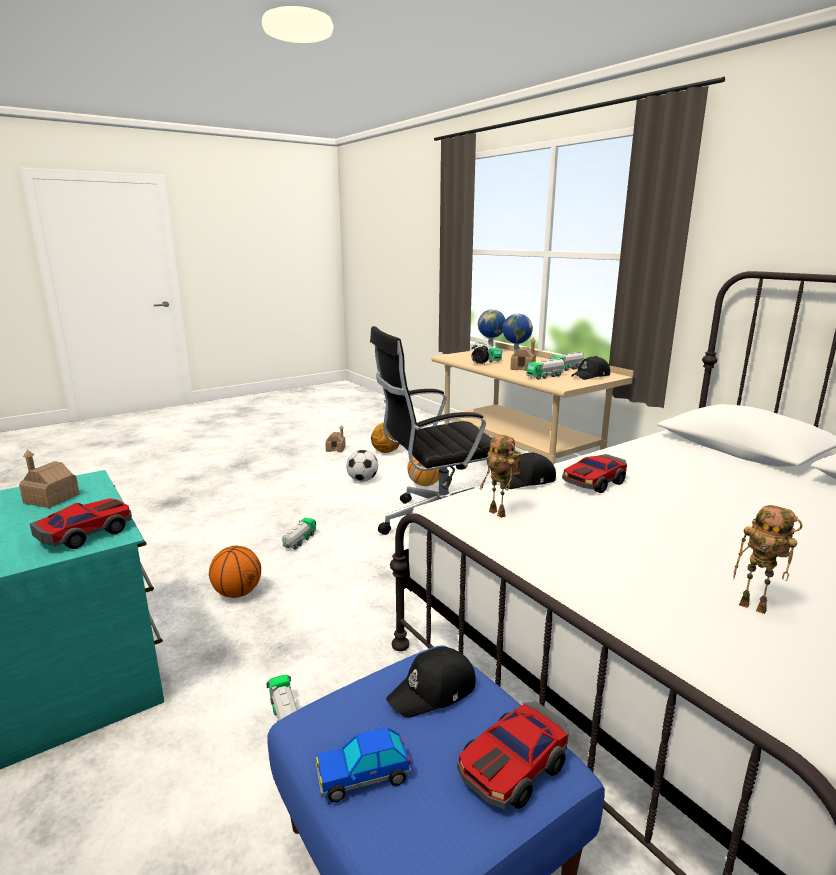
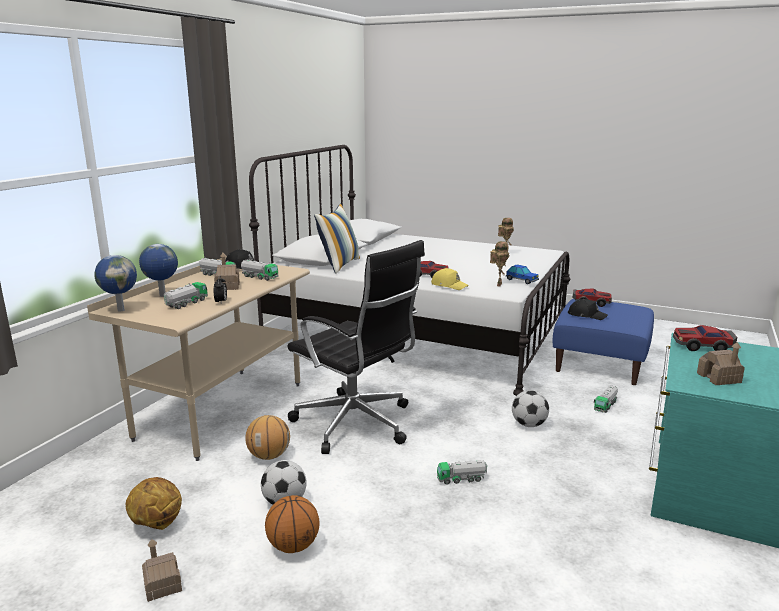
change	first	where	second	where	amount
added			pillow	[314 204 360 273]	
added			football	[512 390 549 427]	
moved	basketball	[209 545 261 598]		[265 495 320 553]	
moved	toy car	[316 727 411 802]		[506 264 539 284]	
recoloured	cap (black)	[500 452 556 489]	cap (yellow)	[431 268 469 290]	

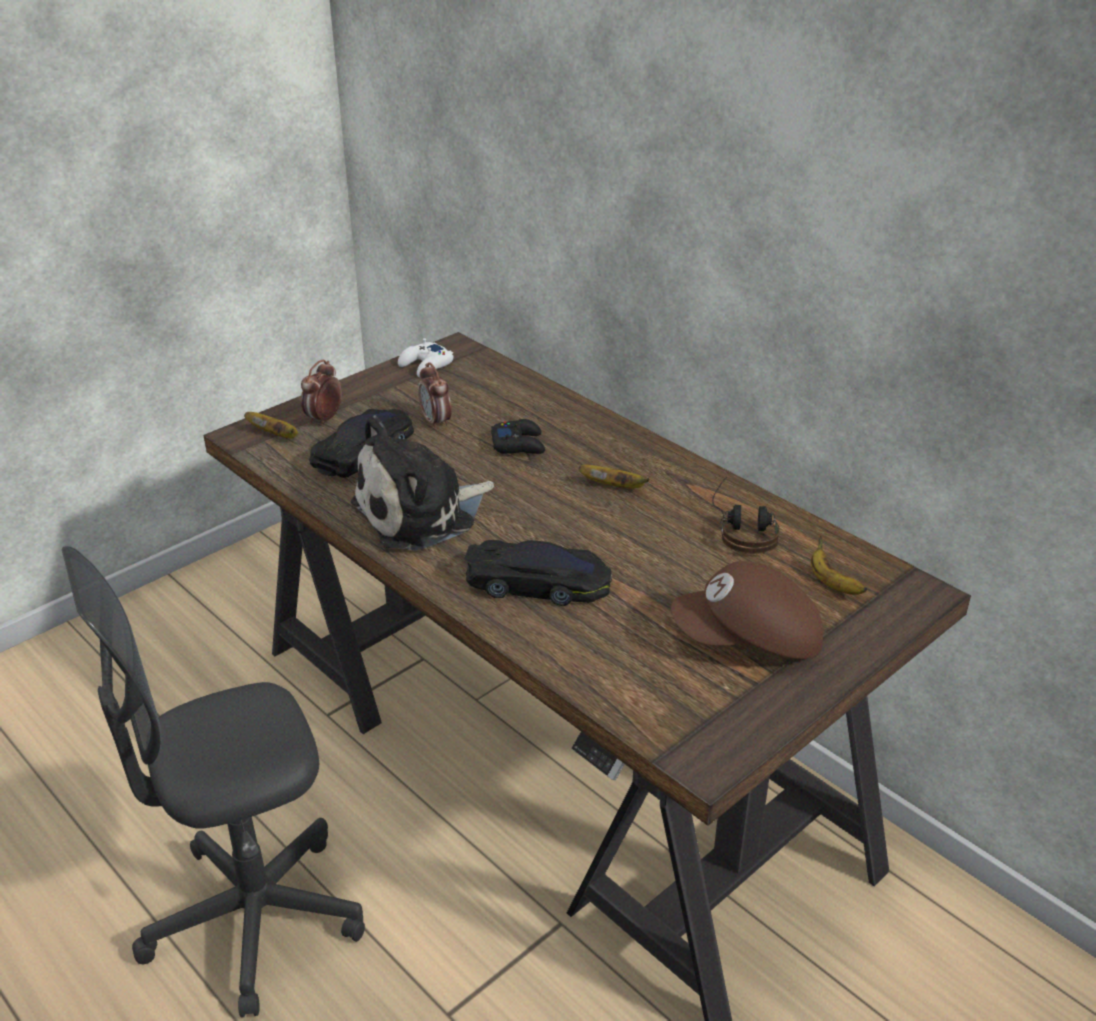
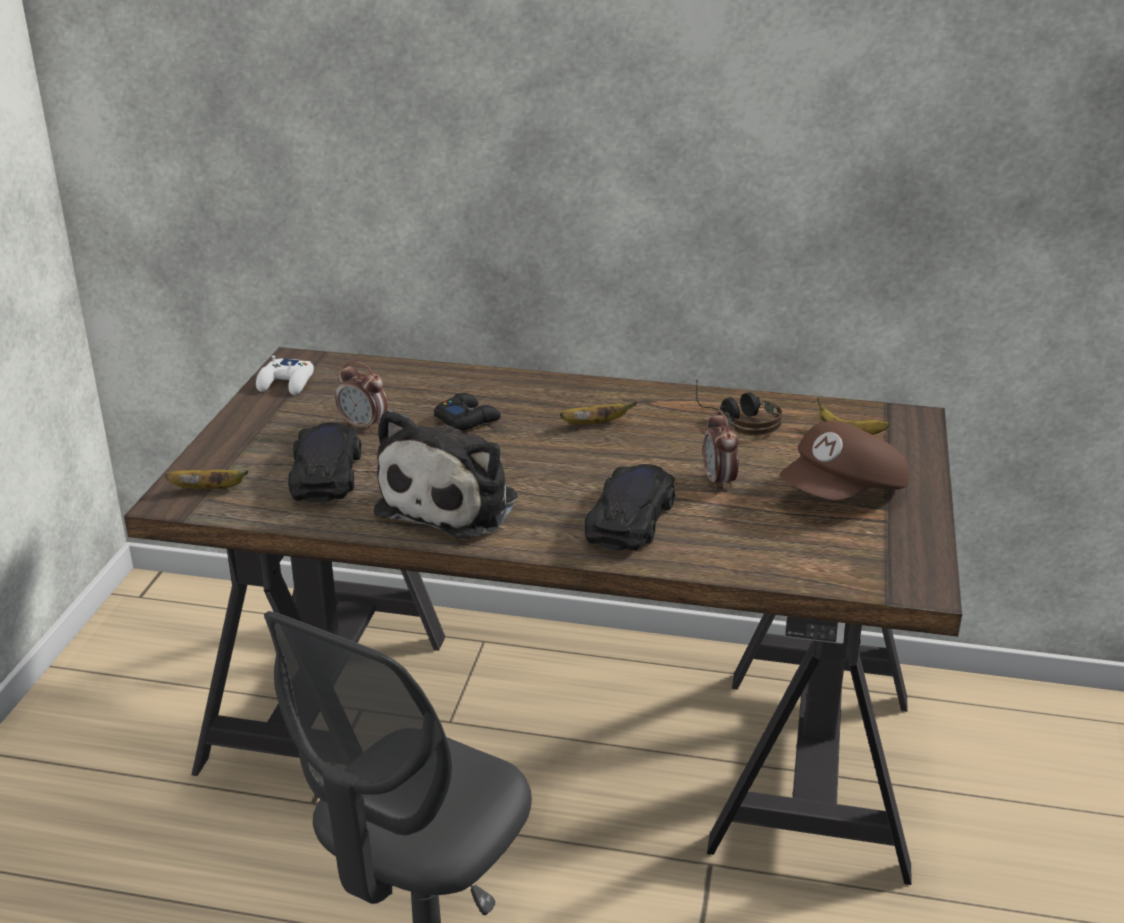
change	first	where	second	where	amount
moved	alarm clock	[301 360 342 426]		[703 410 739 491]	
turned	toy car (black)	[465 540 612 606]		[585 464 675 551]	45 degrees counterclockwise

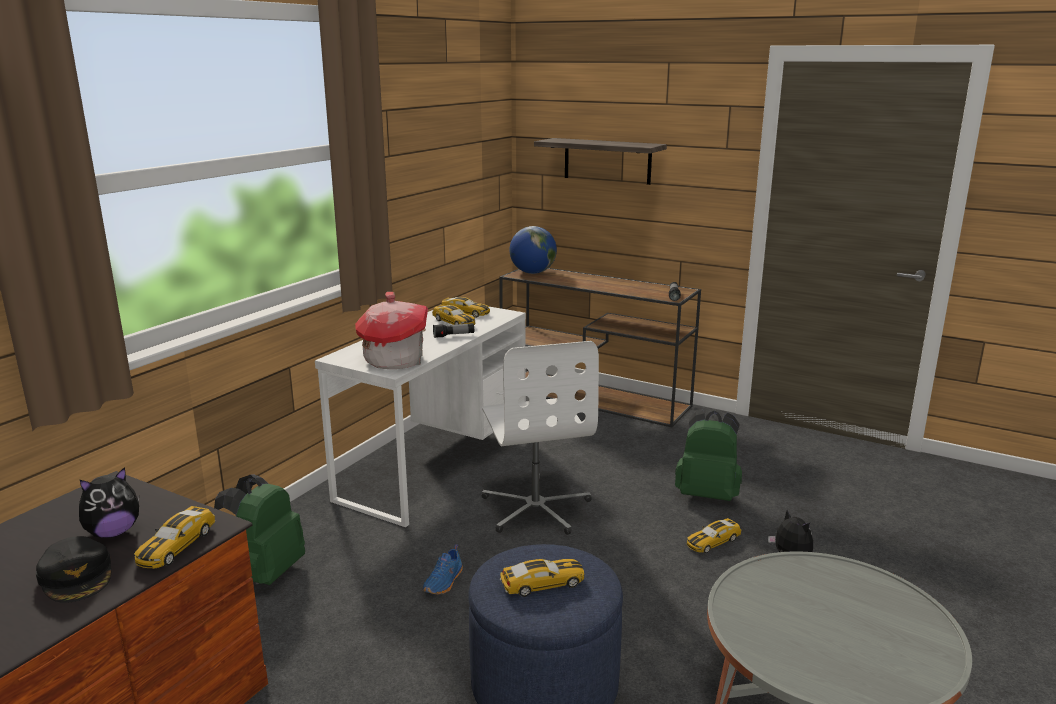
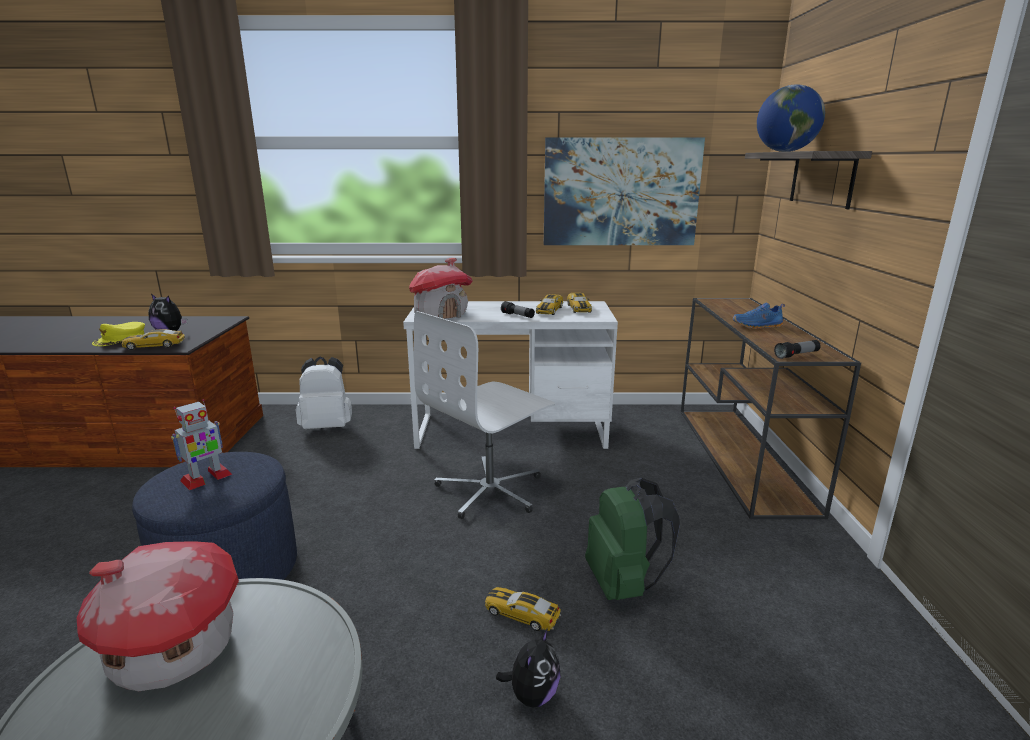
change	first	where	second	where	amount
added			toy house	[77 541 239 691]	
added			picture	[544 137 705 245]	
moved	shoe (blue)	[423 544 463 594]		[733 302 785 329]	
moved	globe	[509 226 557 274]		[757 84 825 152]	
replaced	toy car	[500 558 584 597]	toy robot	[171 399 233 490]	
recoloured	cap (black)	[36 536 111 603]	cap (yellow)	[92 322 145 346]	
recoloured	backpack (green)	[214 475 305 585]	backpack (white)	[296 357 352 429]	

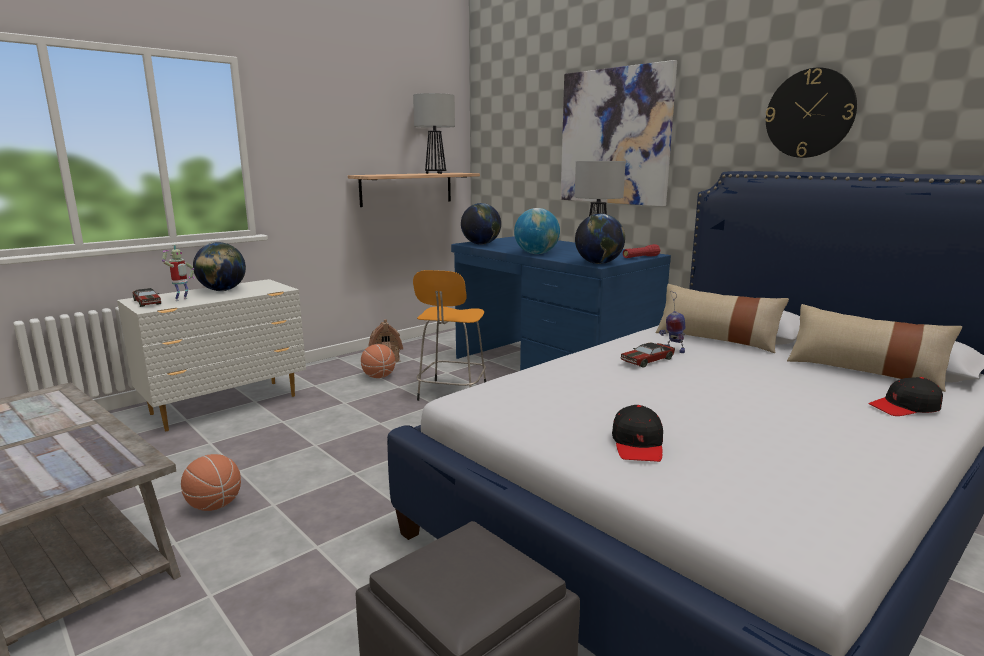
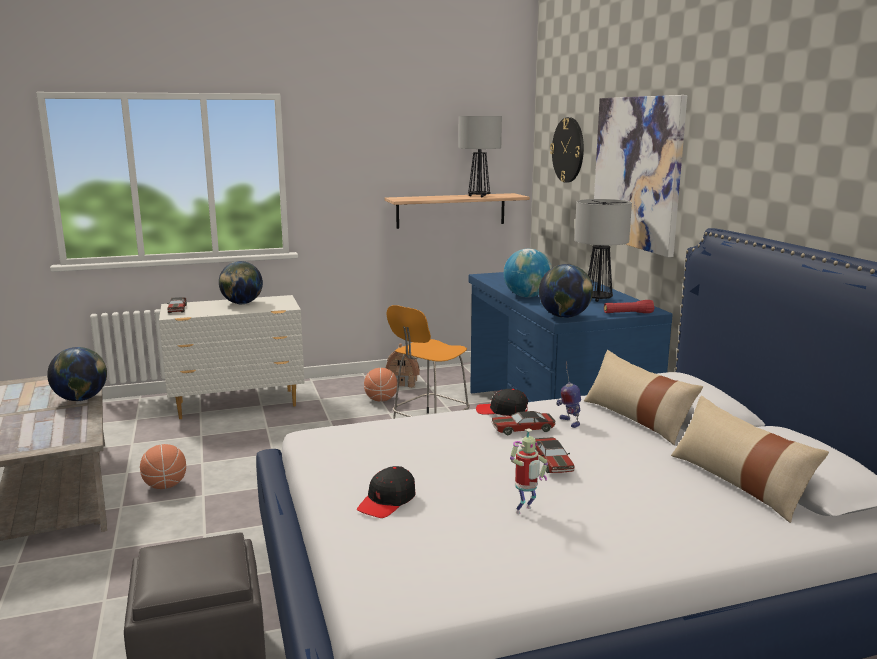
change	first	where	second	where	amount
added			toy car	[535 437 575 473]	
moved	toy robot	[162 244 194 301]		[510 428 548 514]	
moved	globe	[461 203 501 245]		[47 347 107 401]	
moved	wall clock	[765 68 857 158]		[550 117 584 183]	
moved	cap (black)	[868 377 943 416]		[476 389 528 416]	

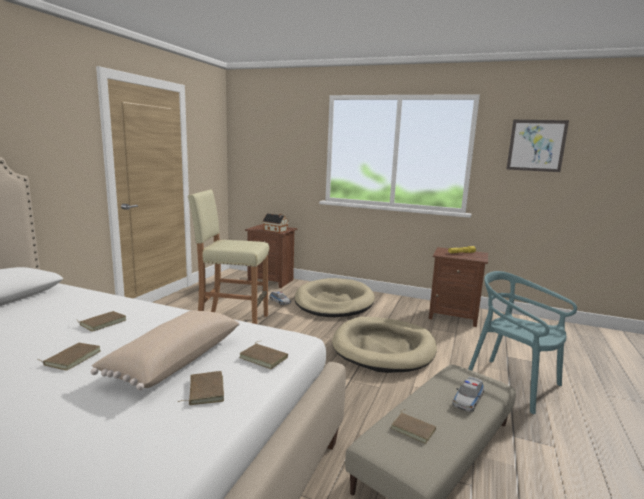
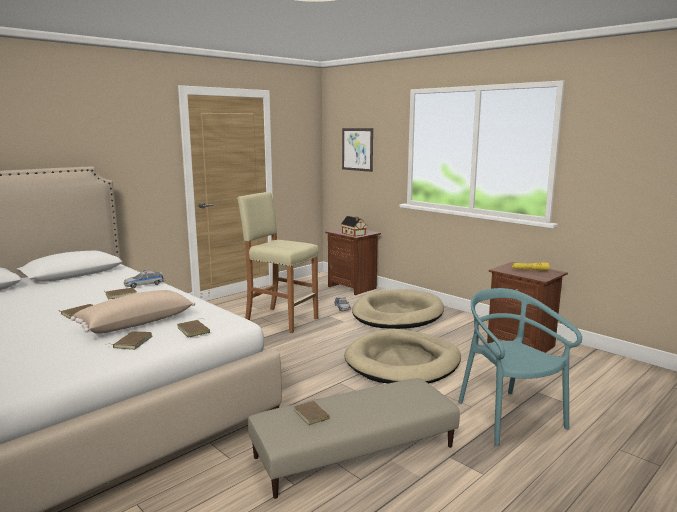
change	first	where	second	where	amount
moved	toy car	[452 377 484 412]		[124 270 165 288]	
moved	picture	[507 120 569 172]		[342 128 373 172]	

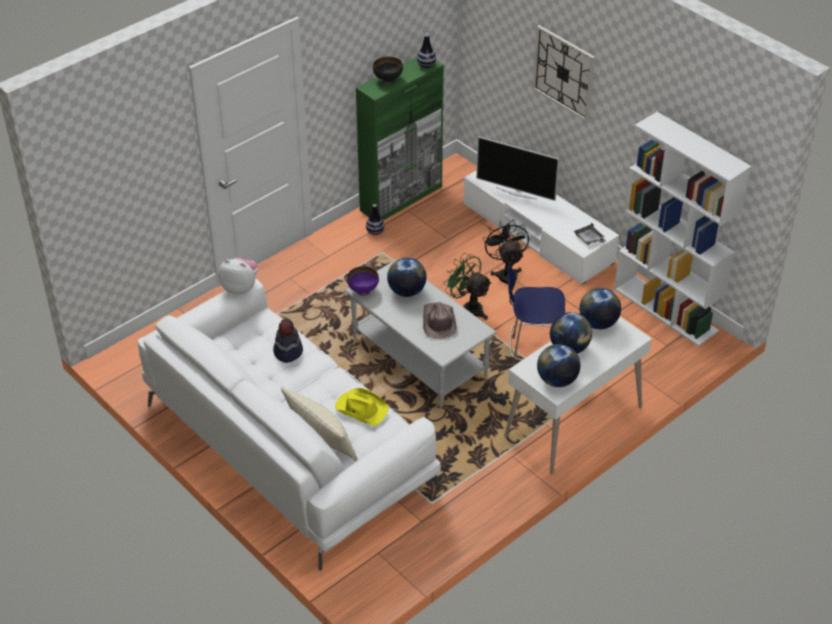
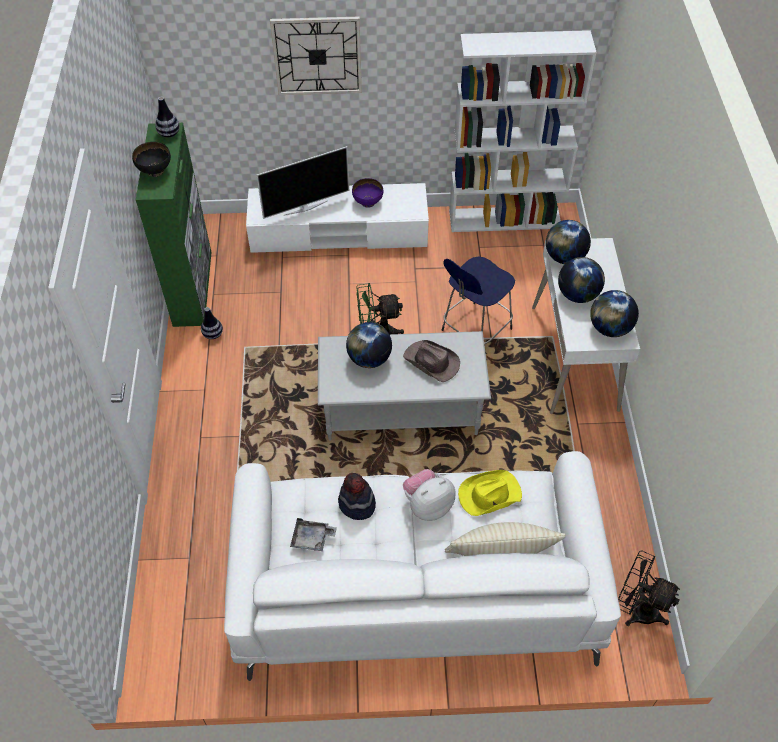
change	first	where	second	where	amount
moved	plush toy	[218 257 258 294]		[403 469 456 521]	
moved	bowl (purple)	[347 266 379 296]		[352 178 383 208]	
moved	fan (black)	[483 219 529 284]		[618 550 680 626]	
moved	tray (grey)	[574 223 606 245]		[290 518 337 551]	

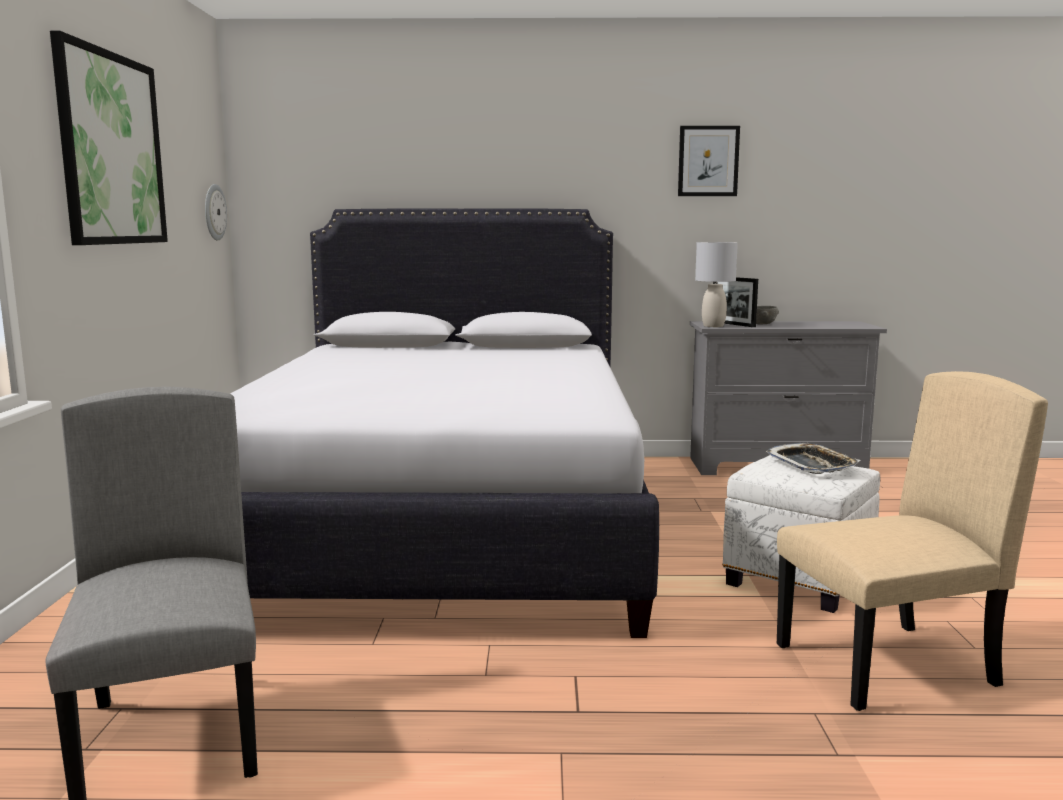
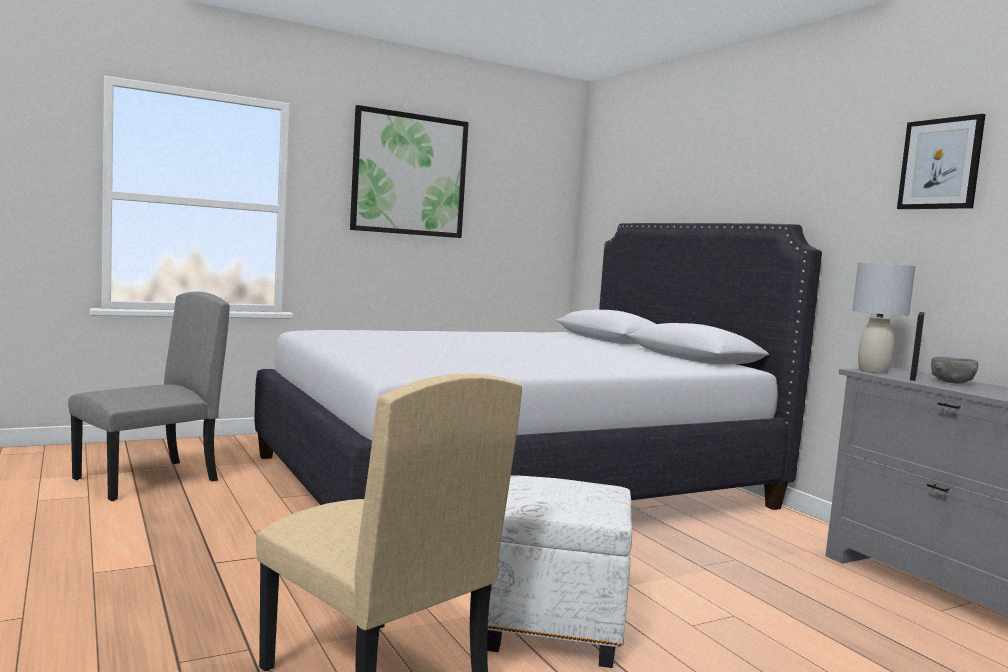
change	first	where	second	where	amount
removed	wall clock	[205 184 227 241]			
removed	tray	[766 443 860 474]			

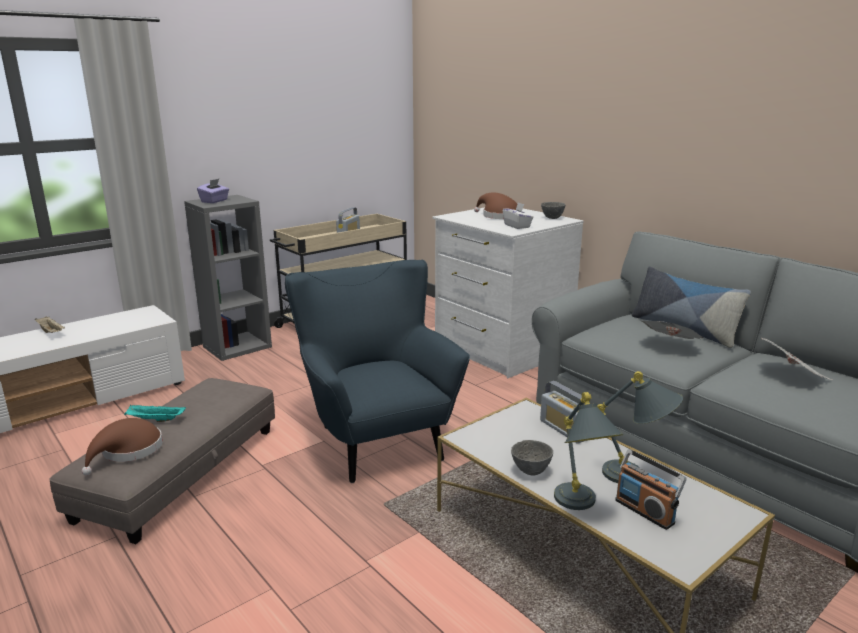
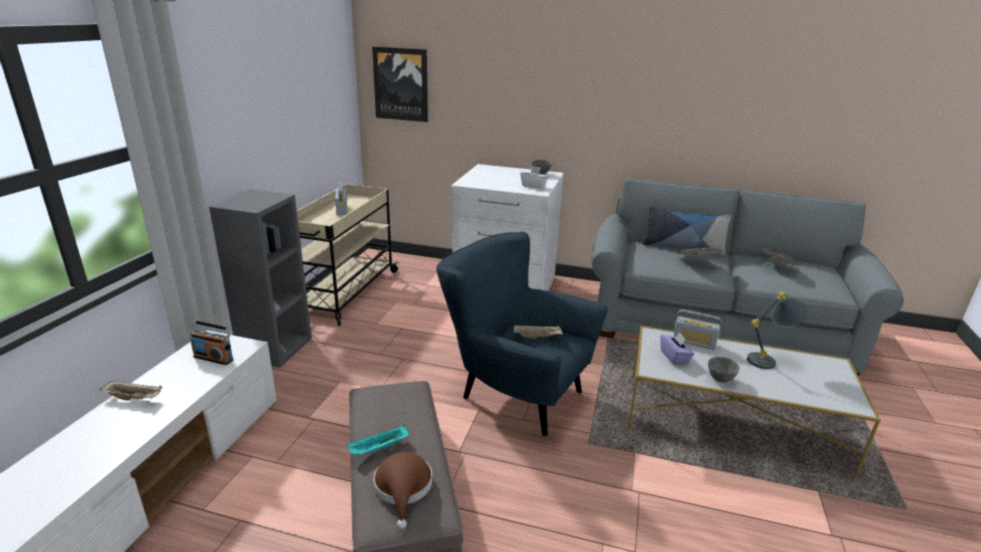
change	first	where	second	where	amount
removed	hat (brown)	[474 192 517 219]			
removed	table lamp (grey)	[554 392 624 510]			
added			picture	[372 47 428 122]	
added			tray (beige)	[514 325 563 339]	
moved	tissue box (purple)	[197 179 229 203]		[660 332 694 365]	
moved	radio	[615 449 687 530]		[190 321 234 365]	

